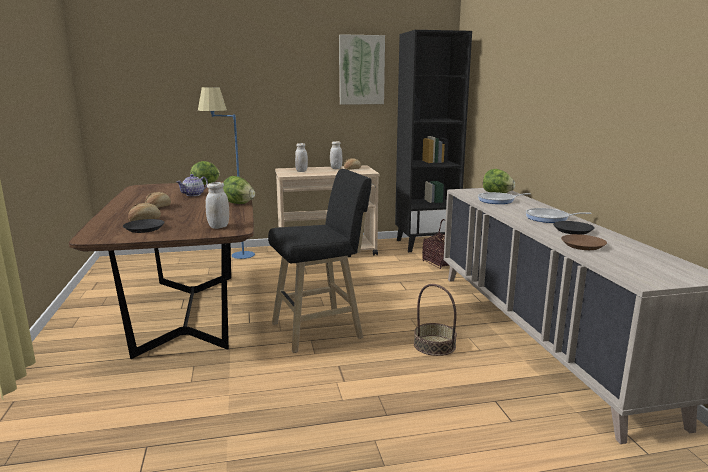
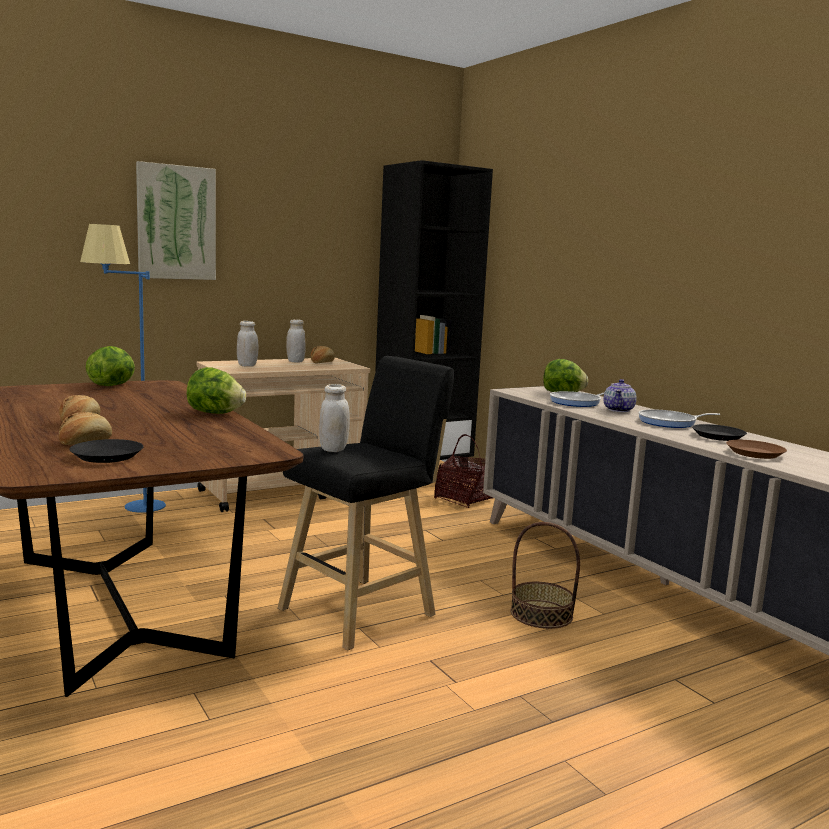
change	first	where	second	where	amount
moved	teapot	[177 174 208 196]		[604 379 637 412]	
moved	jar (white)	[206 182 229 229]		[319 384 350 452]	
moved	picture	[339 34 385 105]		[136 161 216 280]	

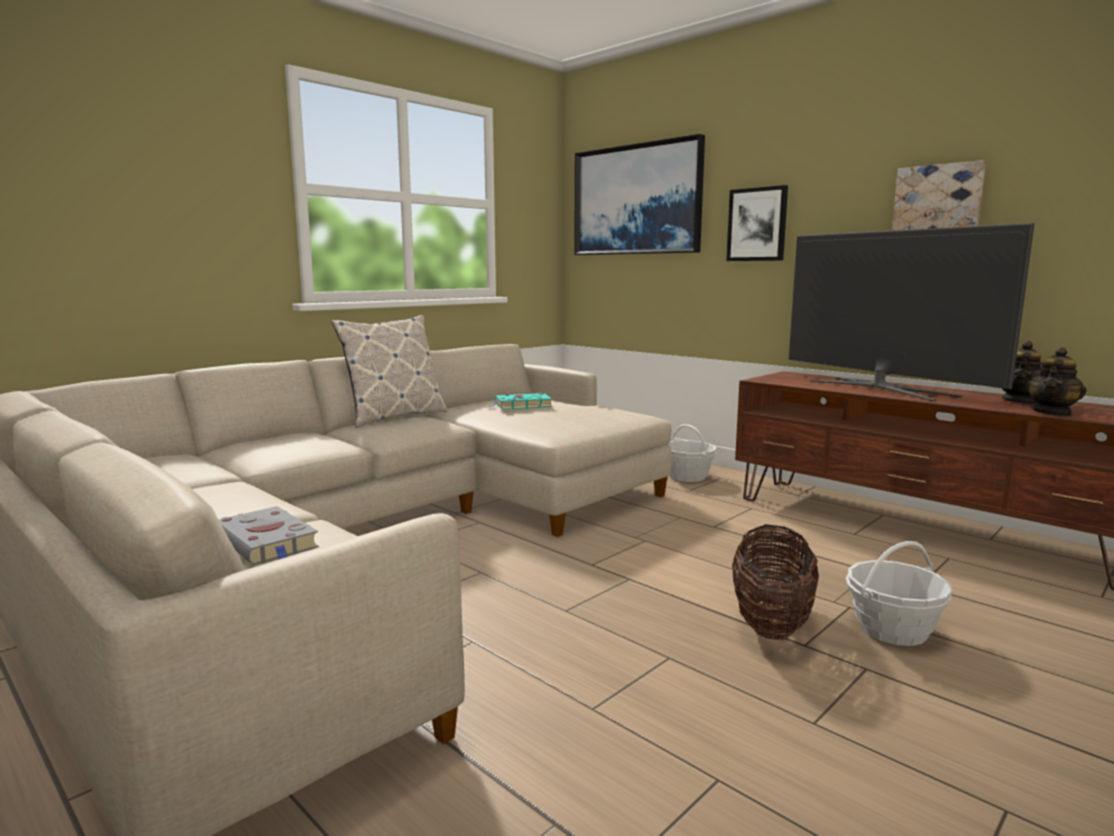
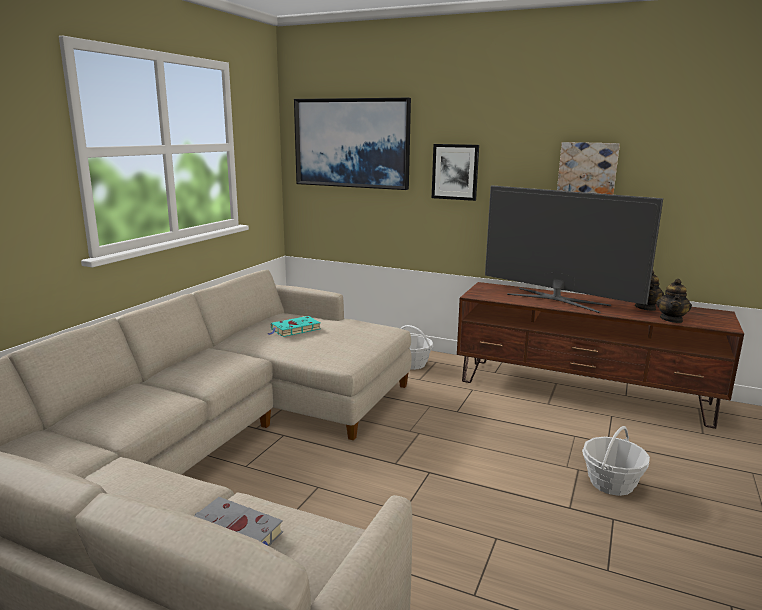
change	first	where	second	where	amount
removed	pillow	[331 315 447 428]			
removed	basket	[732 524 819 640]			

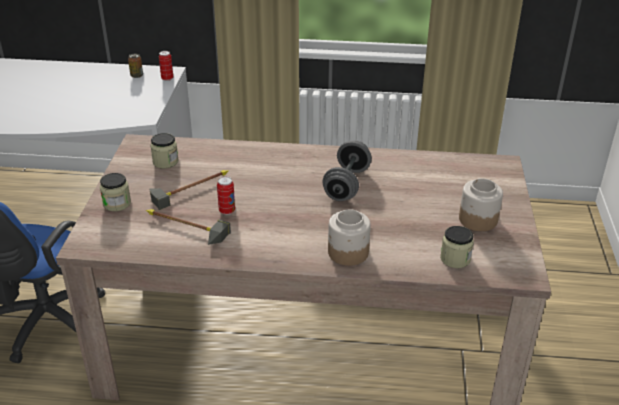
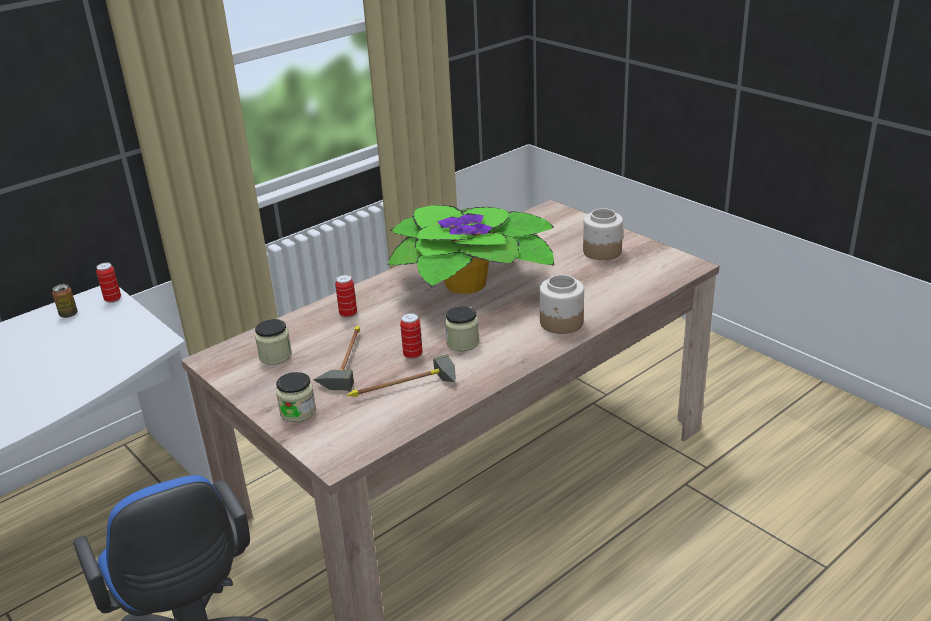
change	first	where	second	where	amount
added			can	[335 275 357 318]	
moved	jar	[440 226 474 268]		[445 306 479 351]	
replaced	dumbbell (grey)	[322 140 372 201]	potted plant	[388 205 554 294]	

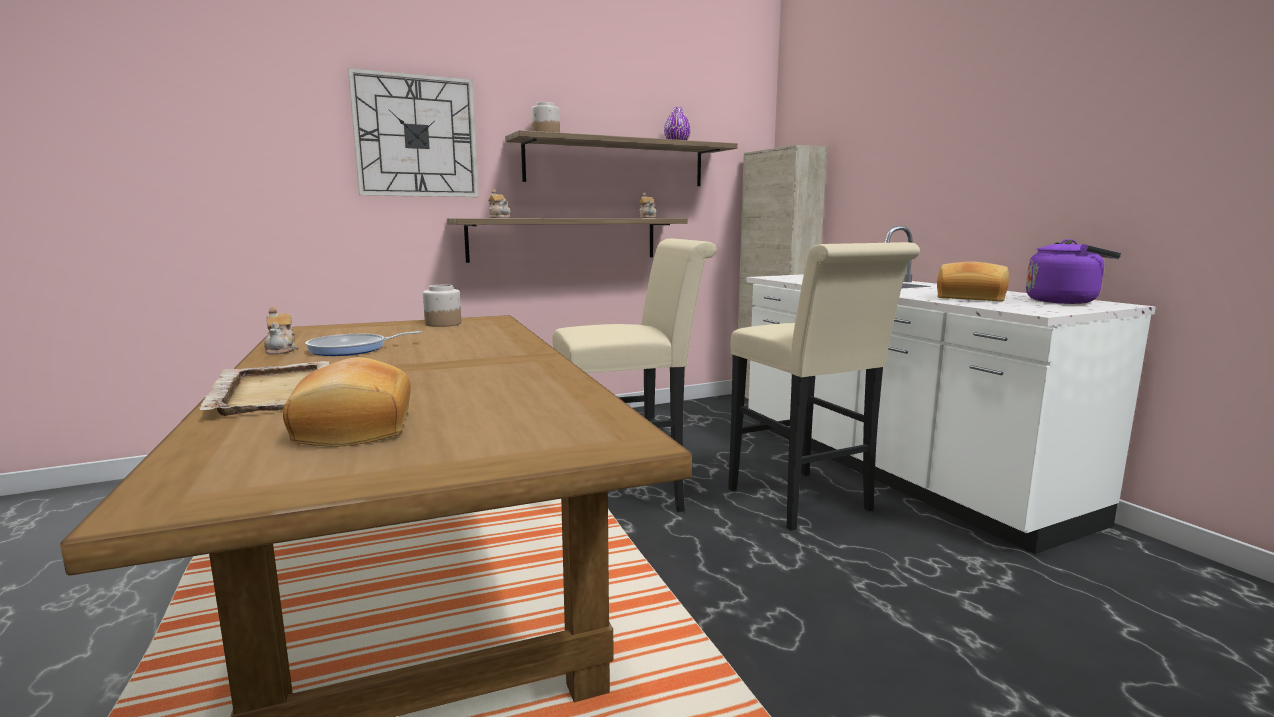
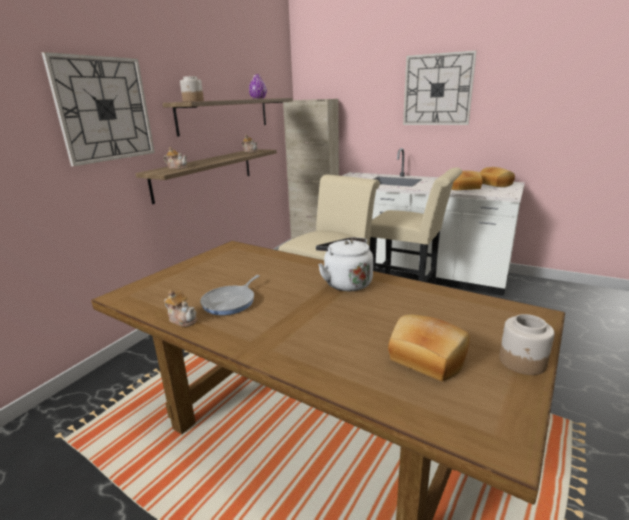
change	first	where	second	where	amount
removed	tray (beige)	[199 361 329 416]			
added			kettle (white)	[316 237 373 291]	
added			wall clock	[403 50 477 125]	
moved	jar	[423 285 461 327]		[499 314 555 375]	
replaced	kettle (purple)	[1026 239 1121 304]	bread	[479 167 515 187]	

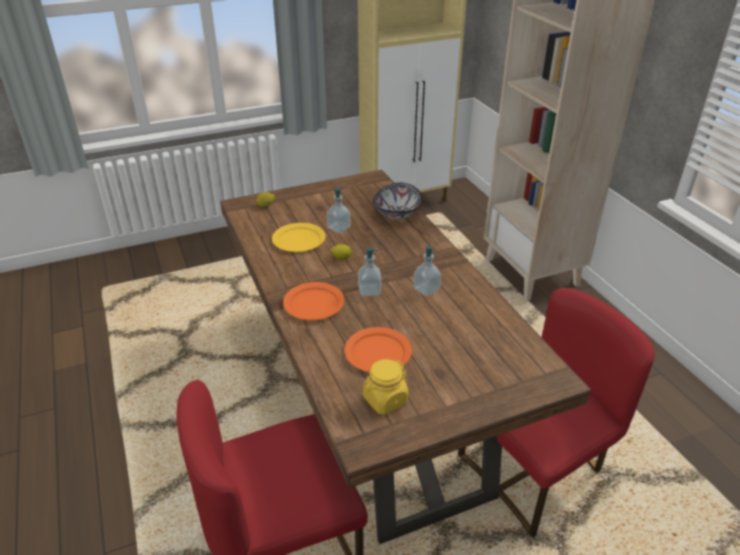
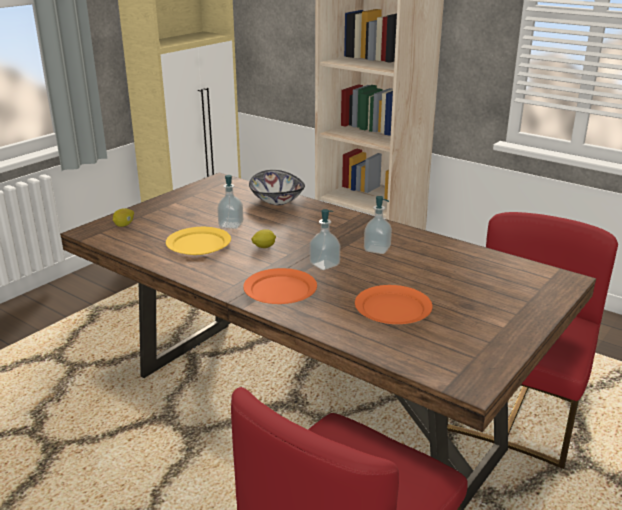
change	first	where	second	where	amount
removed	jar (yellow)	[363 359 408 415]			

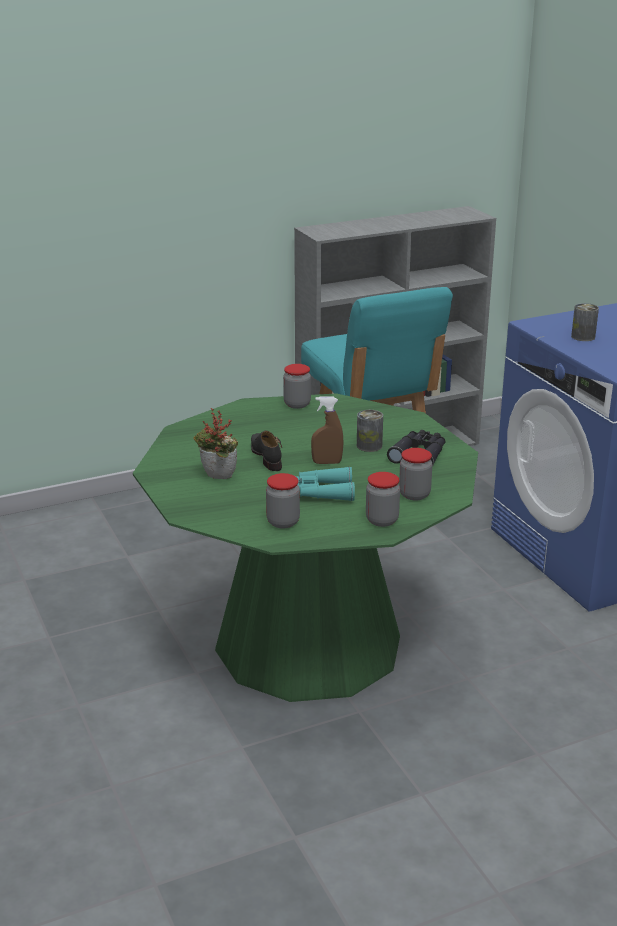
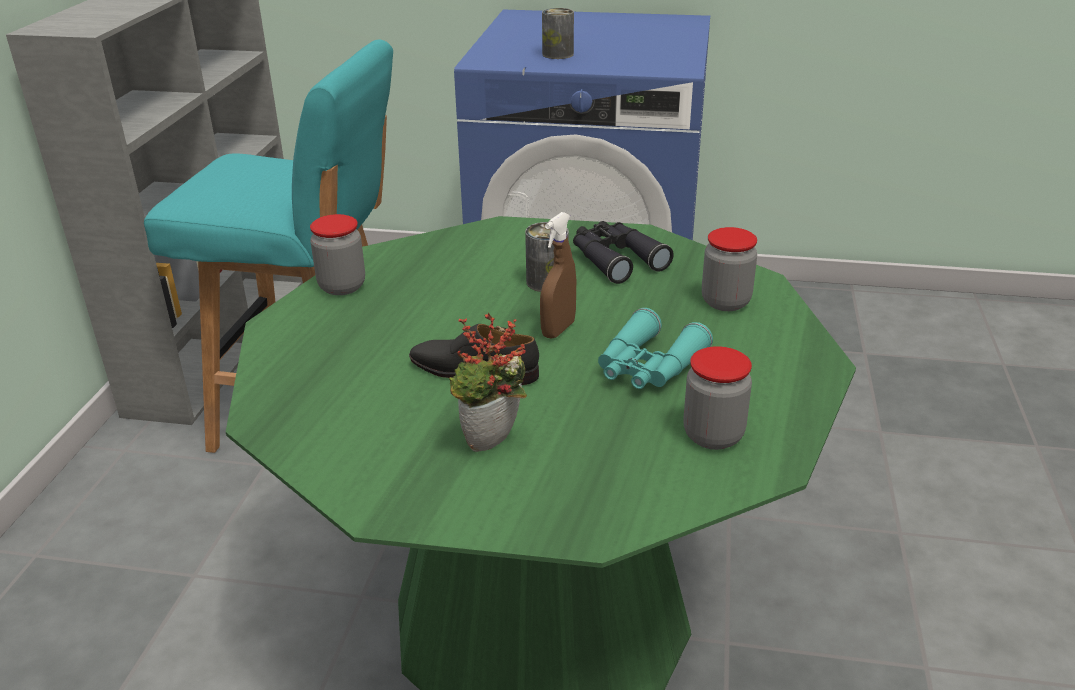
change	first	where	second	where	amount
removed	jar	[366 472 400 527]			

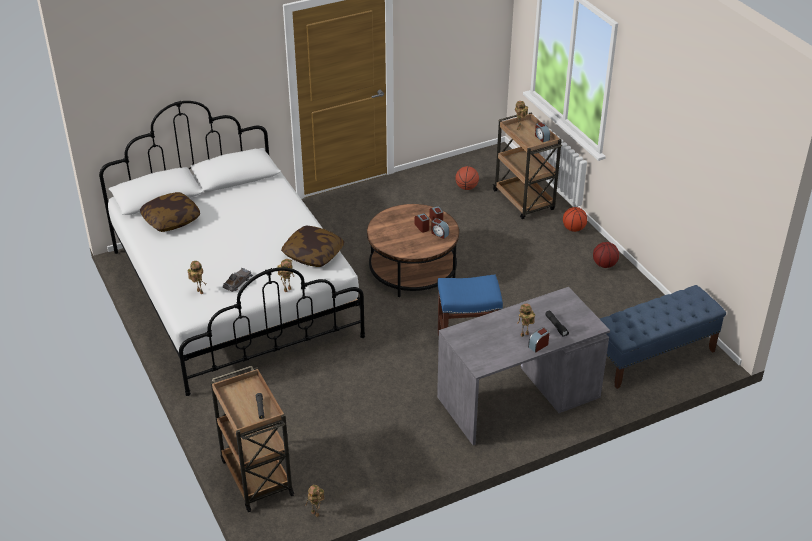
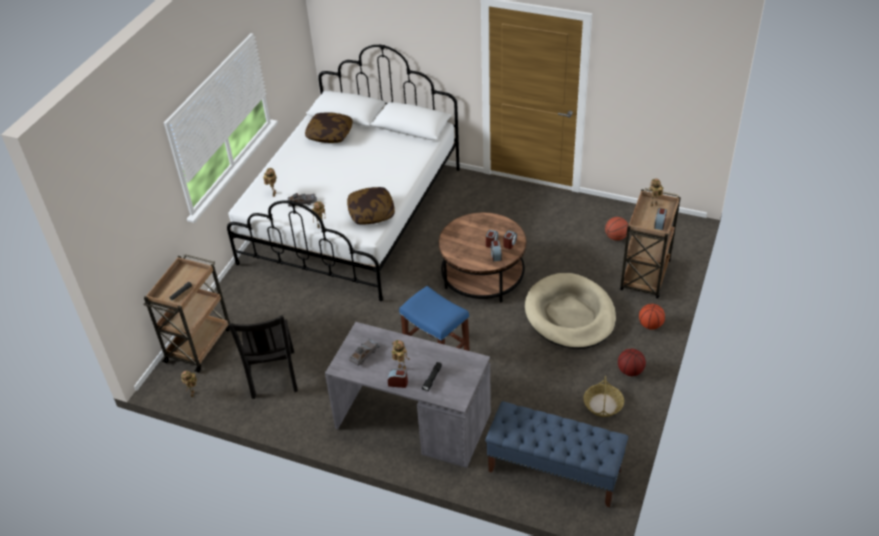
change	first	where	second	where	amount
added			chair (black)	[228 315 298 399]	
added			toy car (grey)	[349 338 380 366]	
added			dog bed (beige)	[525 273 616 349]	
added			basket	[584 376 624 417]	

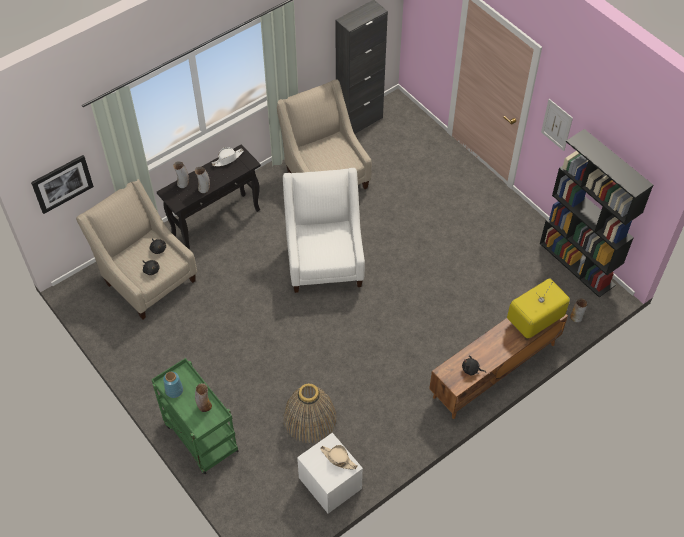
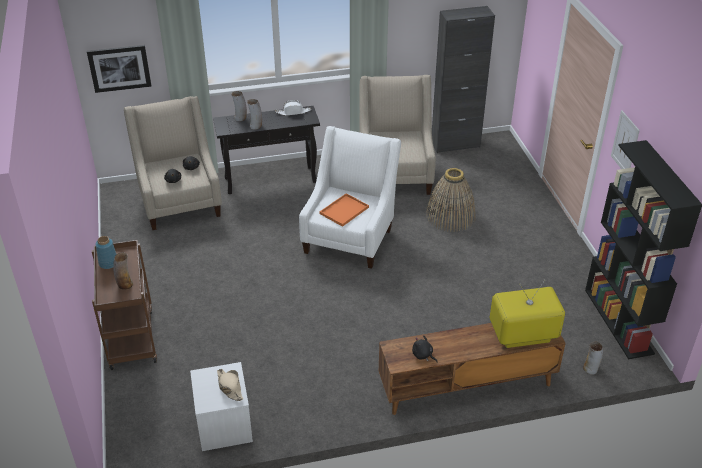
change	first	where	second	where	amount
added			tray (orange)	[320 193 369 227]	
moved	basket	[283 383 337 443]		[426 168 476 232]	
recoloured	cart (green)	[151 358 239 475]	cart (brown)	[92 240 157 370]	

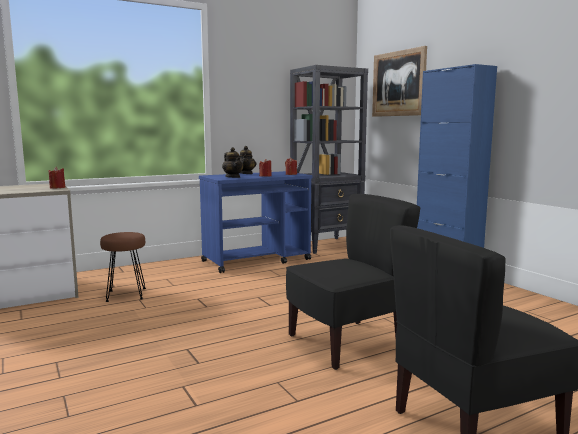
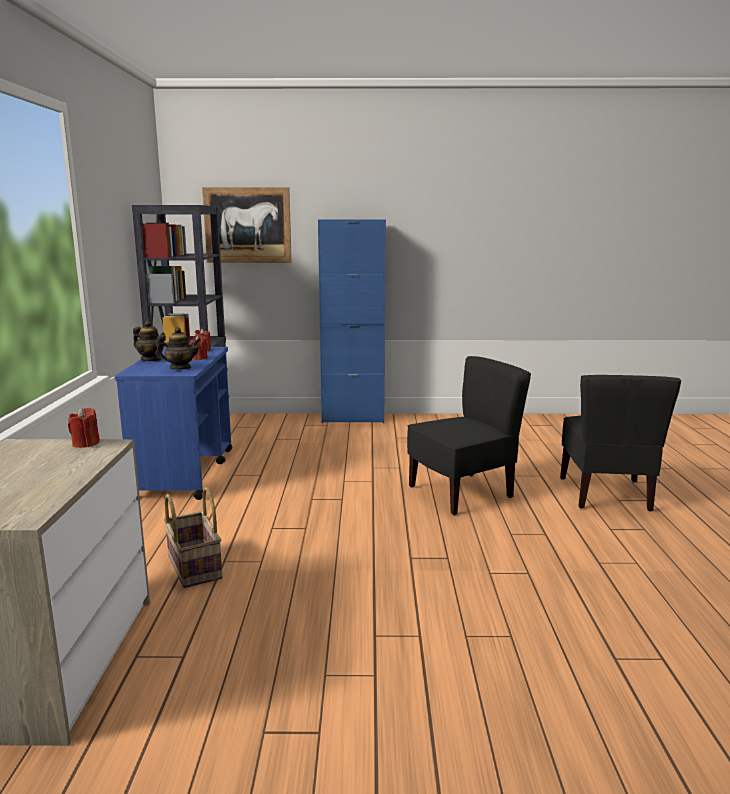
change	first	where	second	where	amount
replaced	stool (brown)	[100 232 146 302]	basket	[164 487 223 588]	
turned	chair (black)	[286 194 420 370]		[407 356 531 515]	60 degrees clockwise

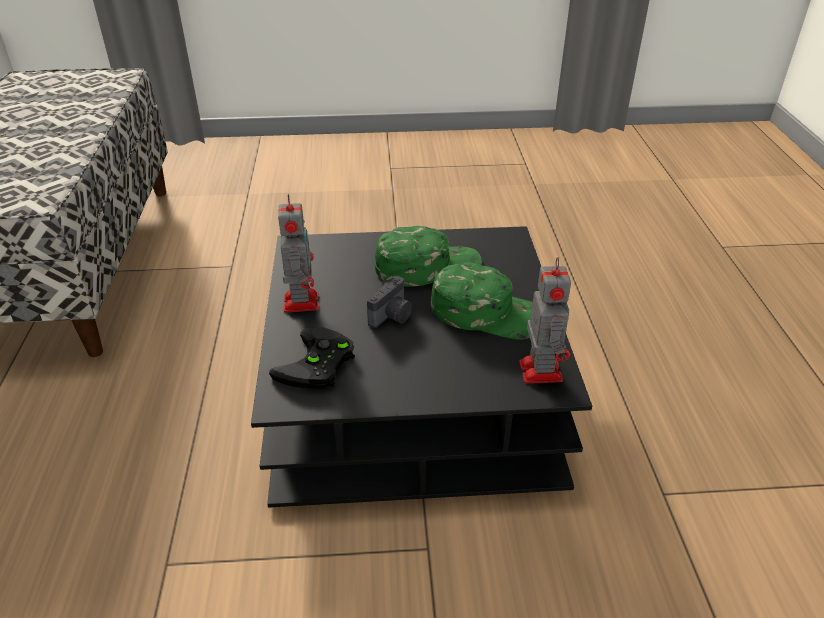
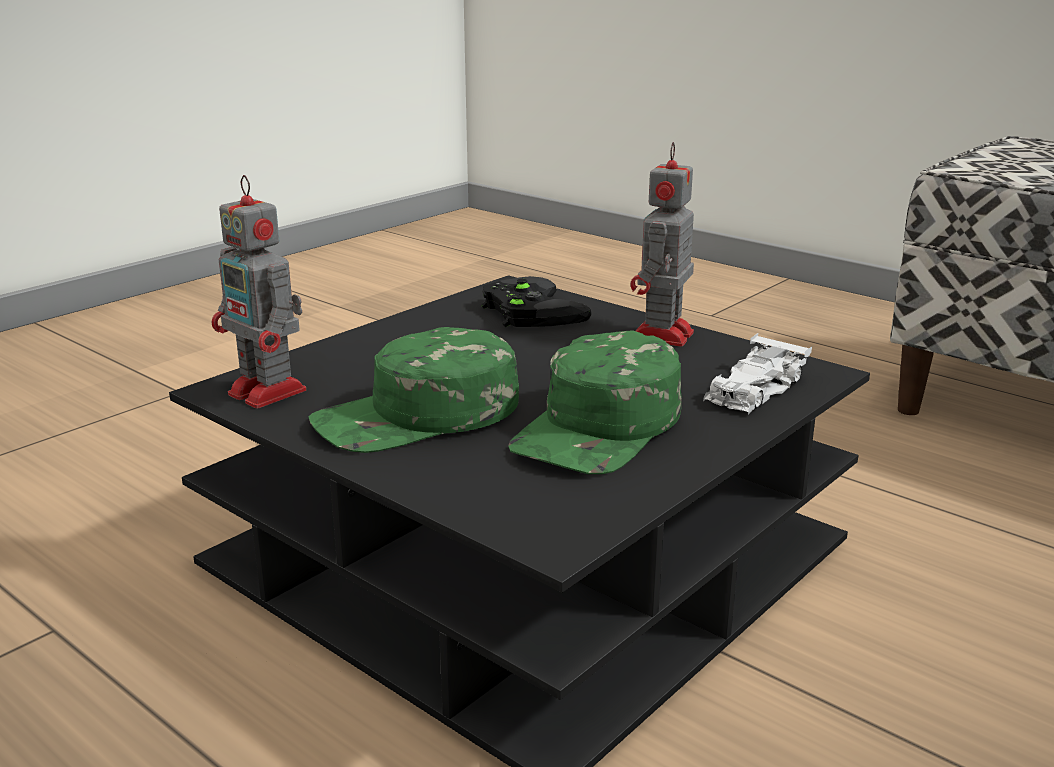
change	first	where	second	where	amount
removed	photo camera	[367 276 412 328]			
added			toy car (white)	[703 333 812 414]	
turned	toy robot	[278 194 319 313]		[630 142 694 347]	75 degrees clockwise

